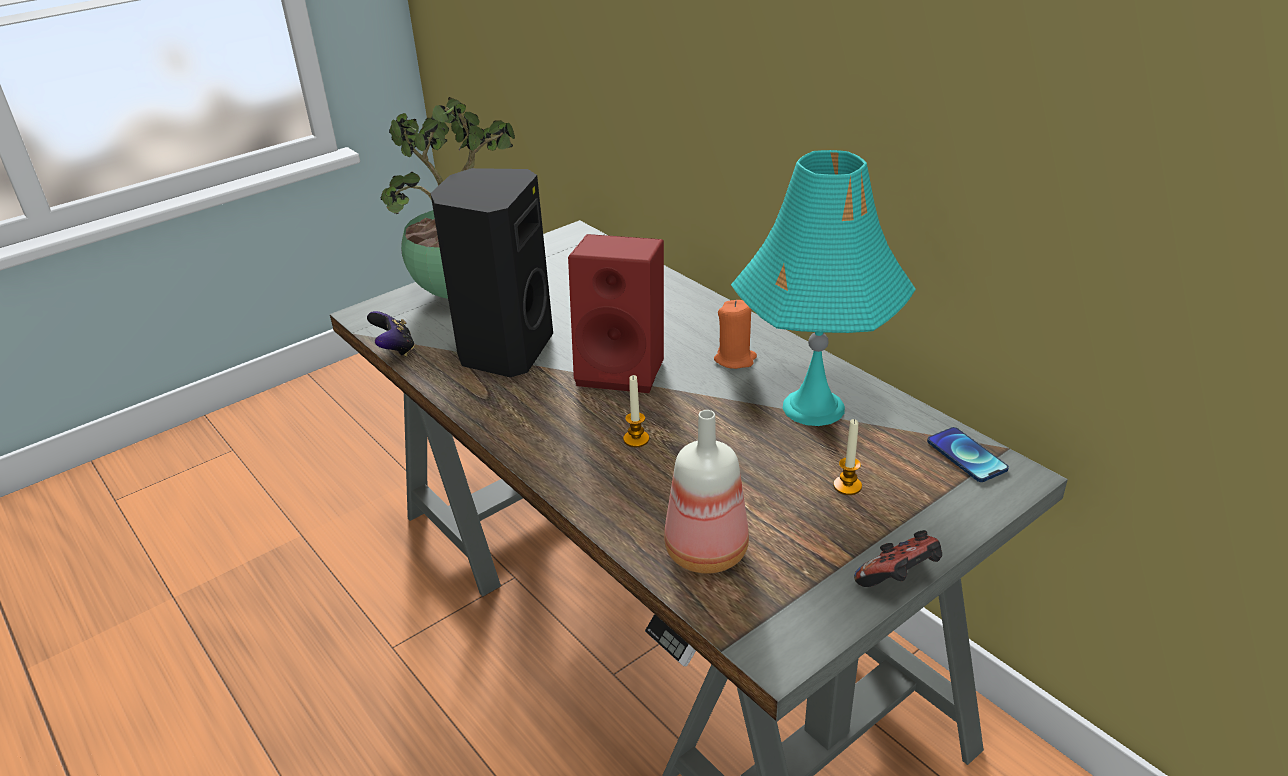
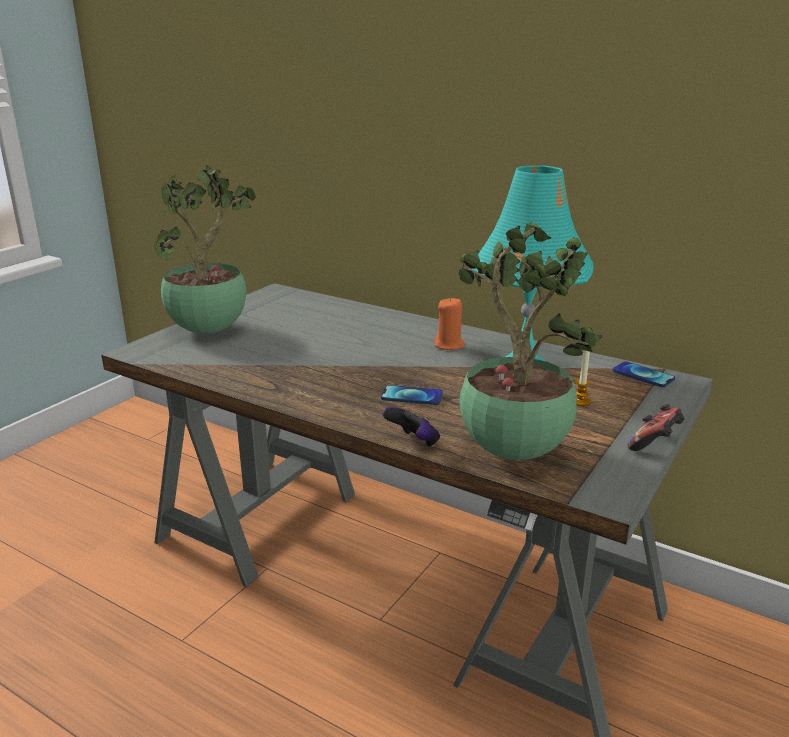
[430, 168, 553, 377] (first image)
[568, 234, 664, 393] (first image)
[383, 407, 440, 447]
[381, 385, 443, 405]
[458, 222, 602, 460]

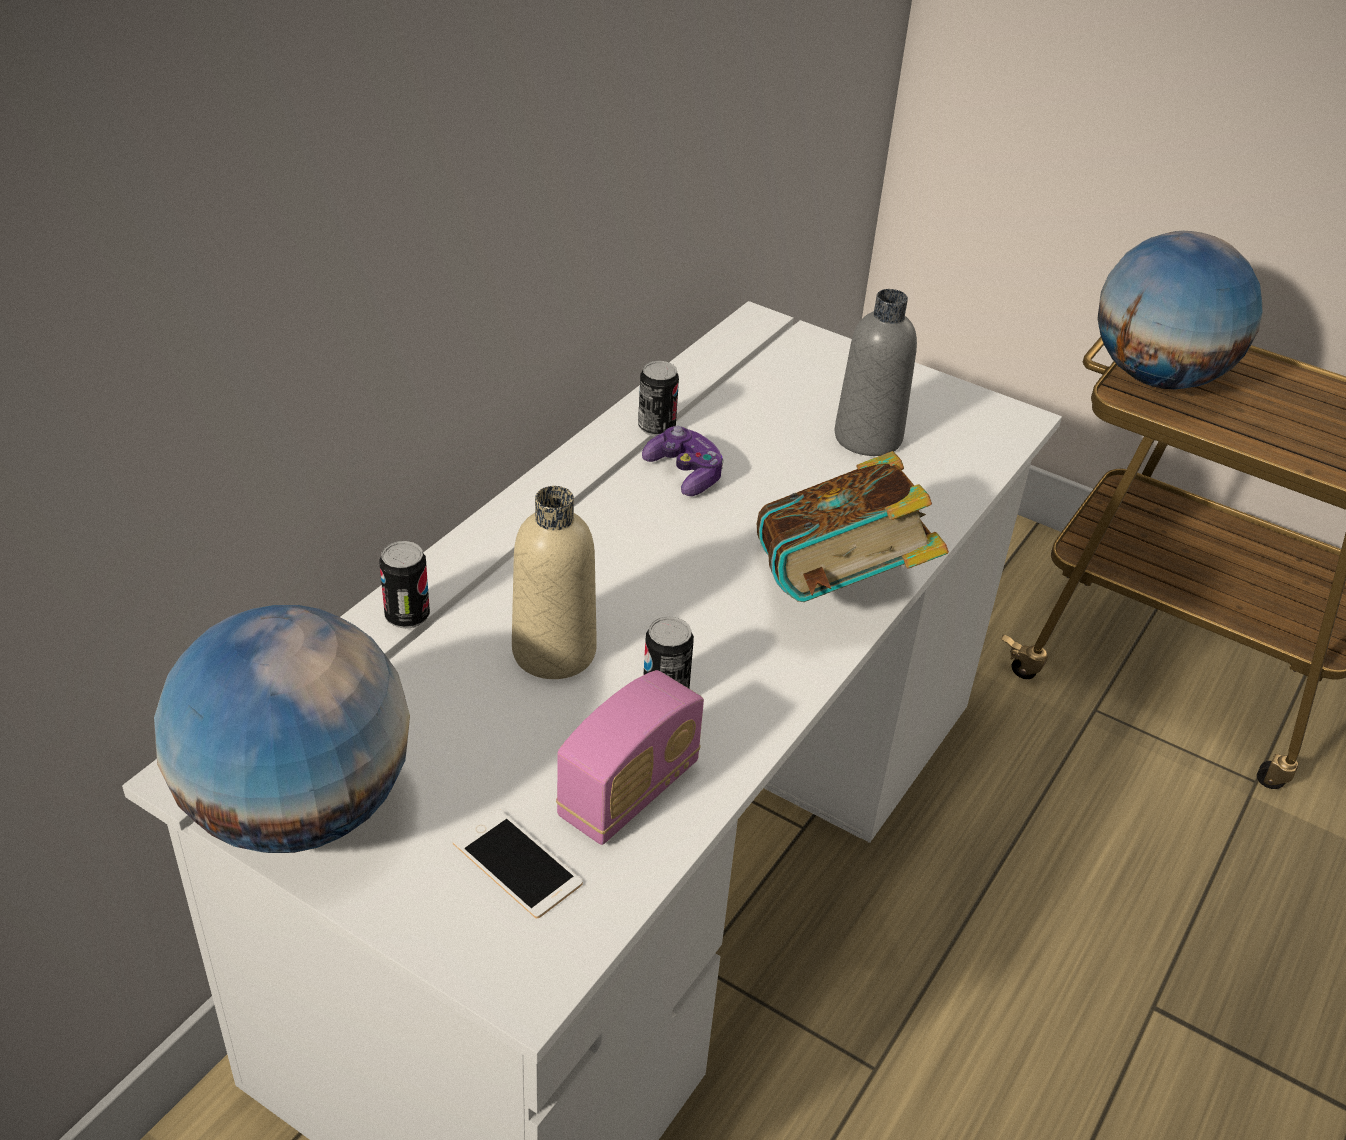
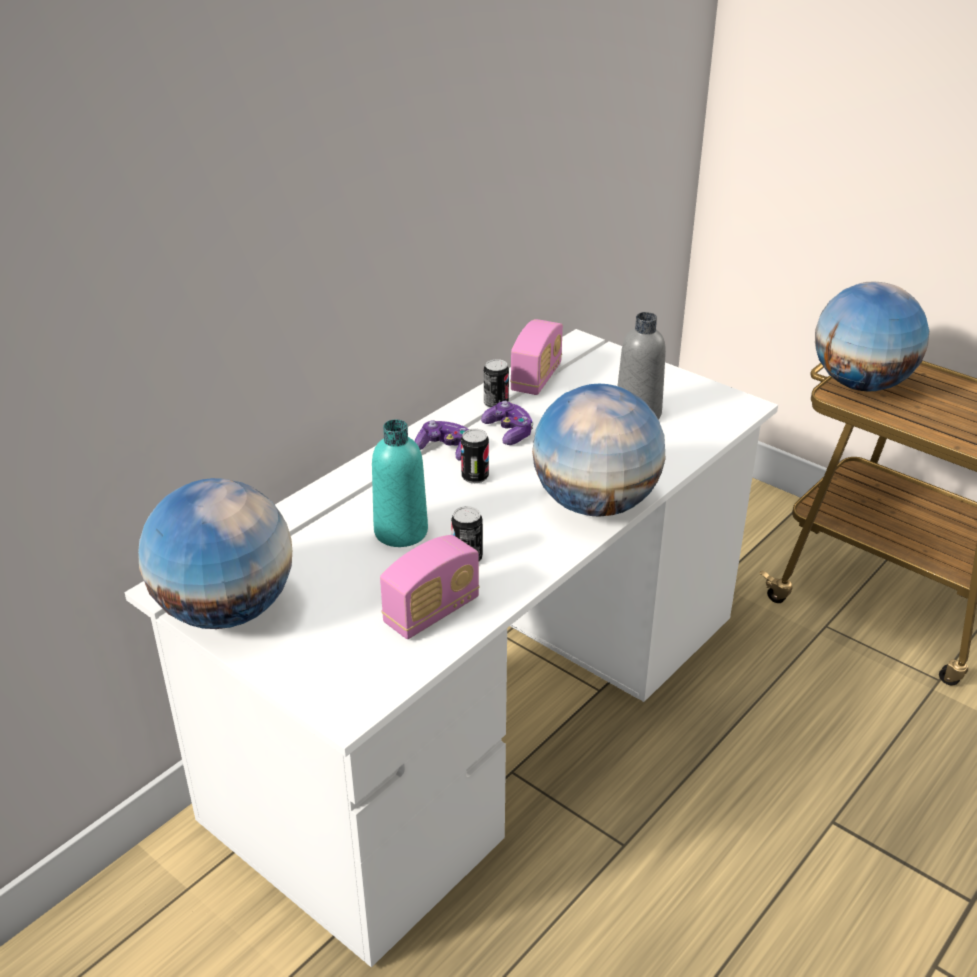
[532, 384, 665, 517]
[372, 419, 428, 547]
[461, 429, 489, 484]
[453, 809, 583, 918] (first image)
[510, 319, 563, 395]
[415, 420, 469, 460]

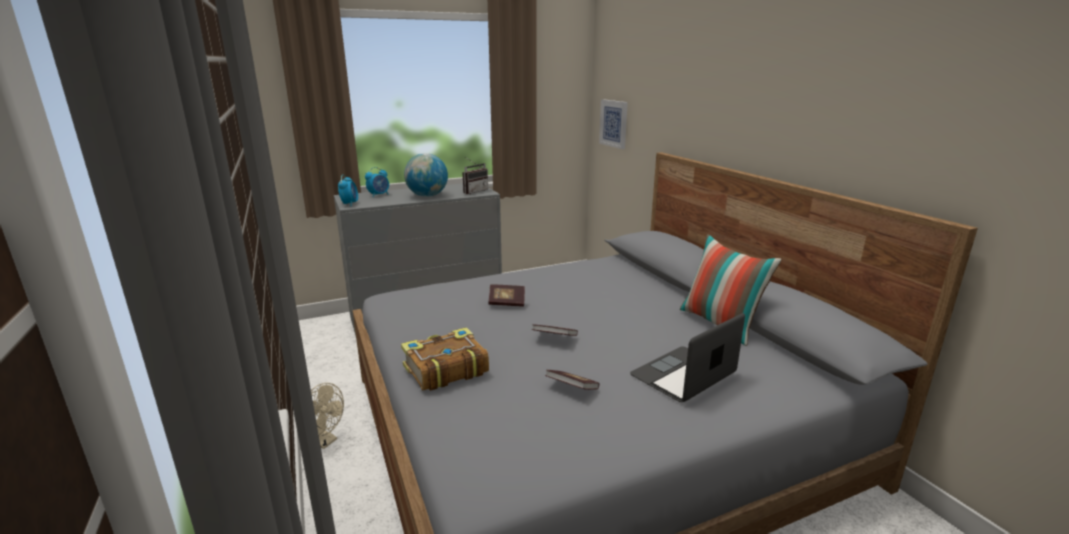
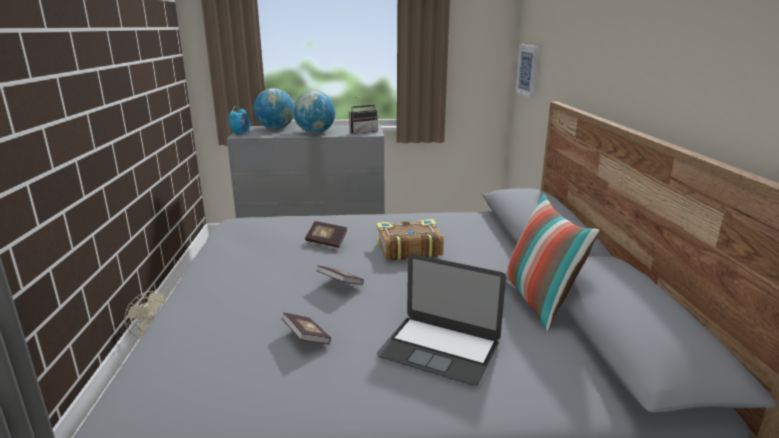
[254, 88, 294, 130]
[376, 254, 506, 386]
[376, 219, 444, 261]

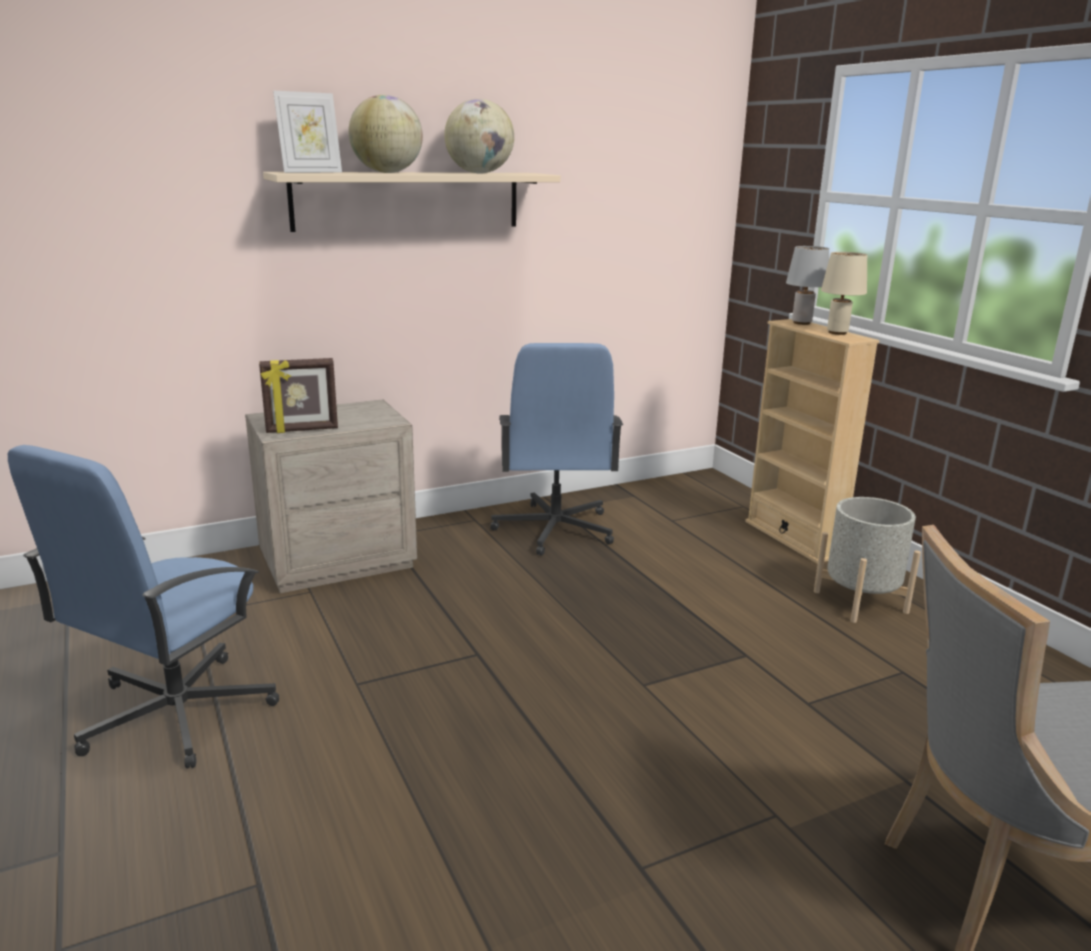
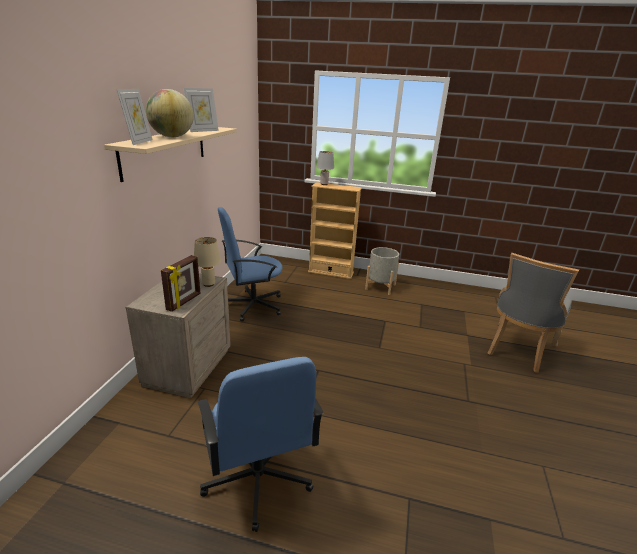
[184, 88, 219, 132]
[194, 237, 221, 287]
[218, 207, 283, 322]

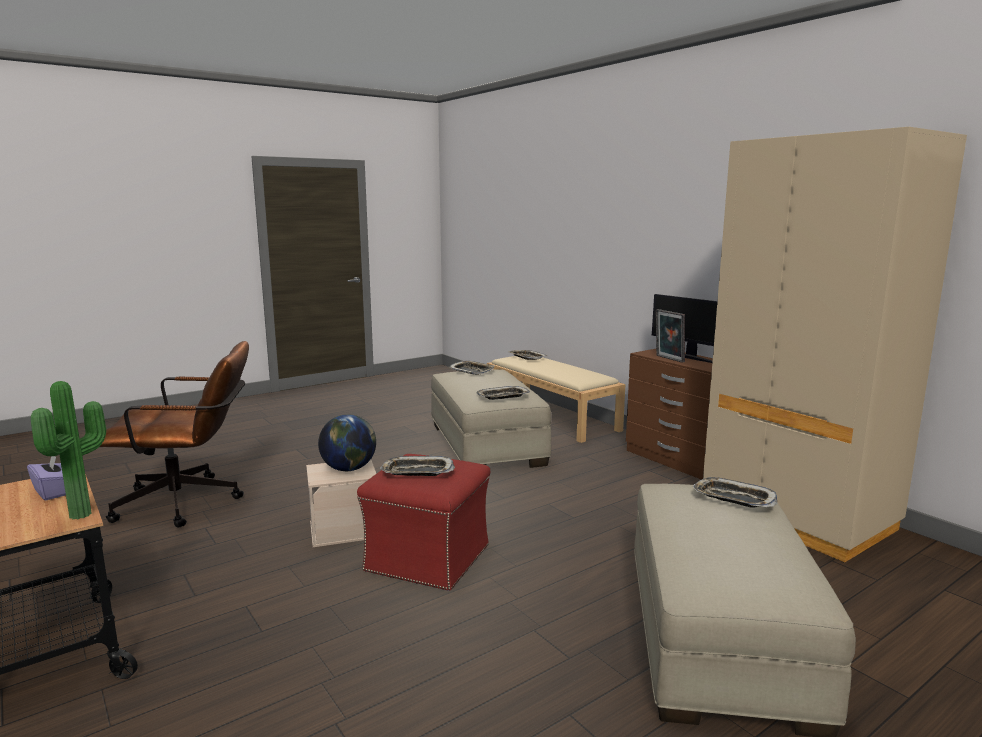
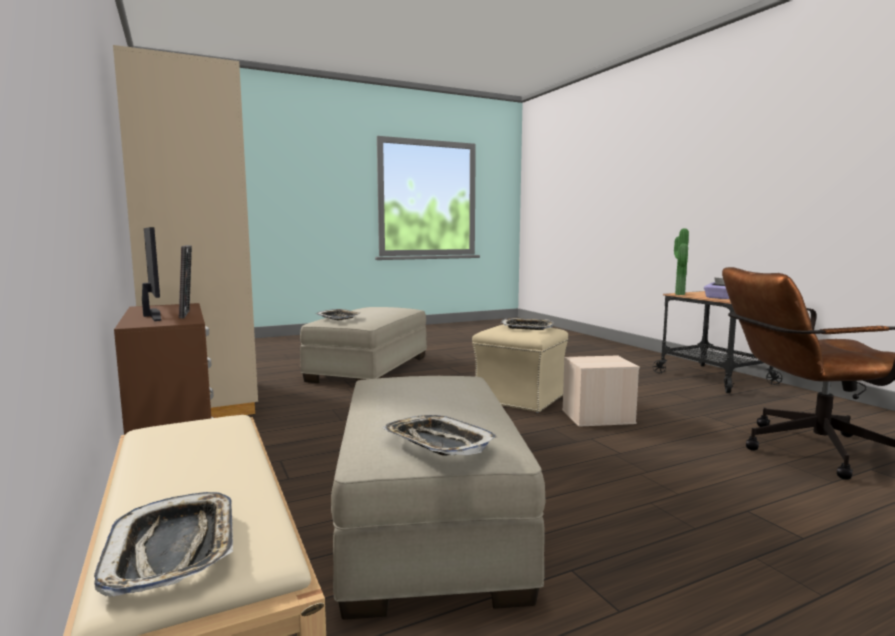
[477, 386, 530, 400] (first image)
[318, 414, 376, 471] (first image)
[472, 324, 568, 413]

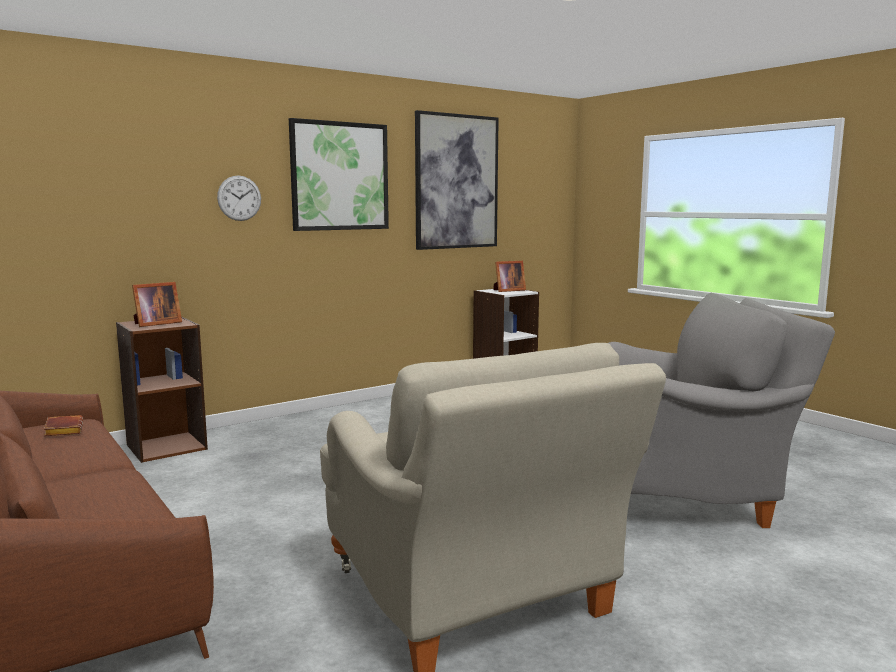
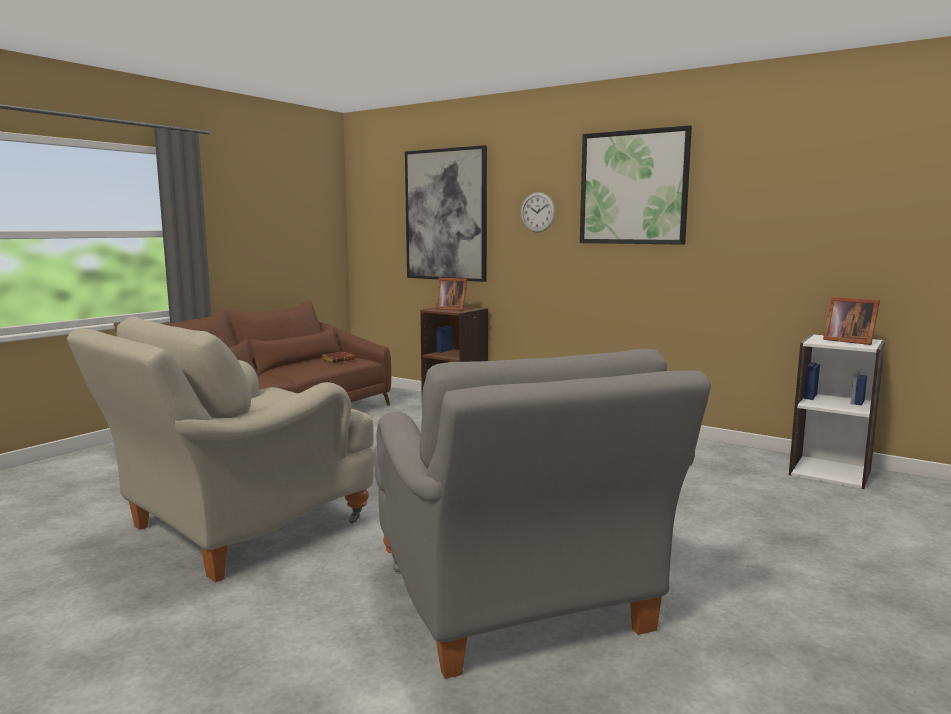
[405, 145, 487, 282]

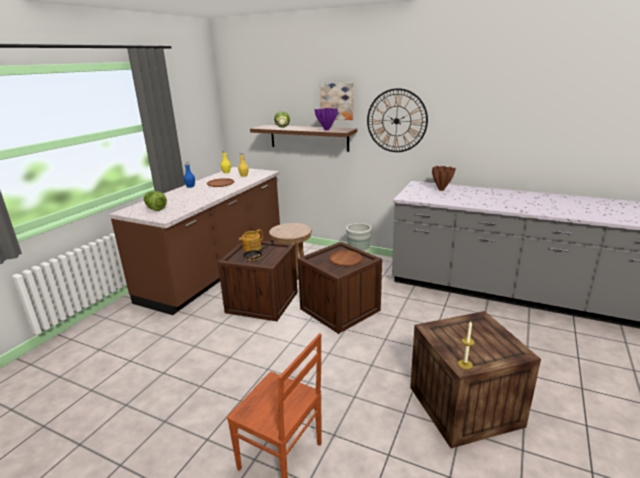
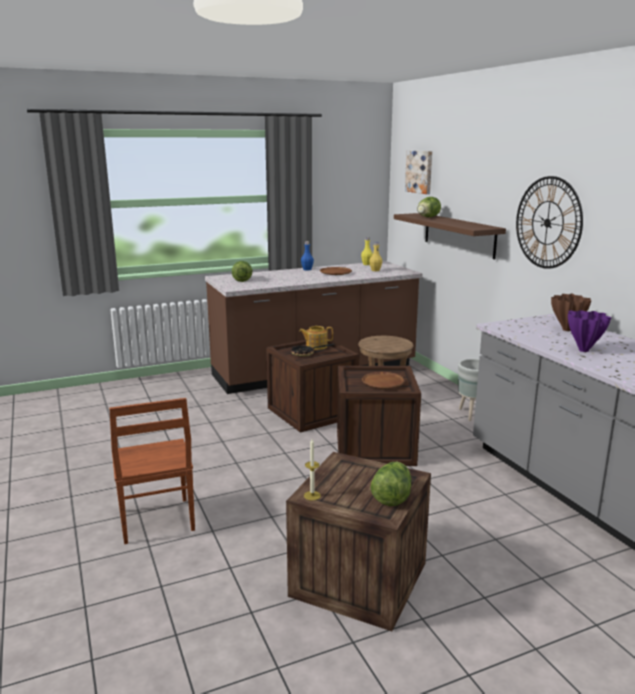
[405, 151, 432, 194]
[568, 310, 611, 352]
[370, 462, 411, 506]

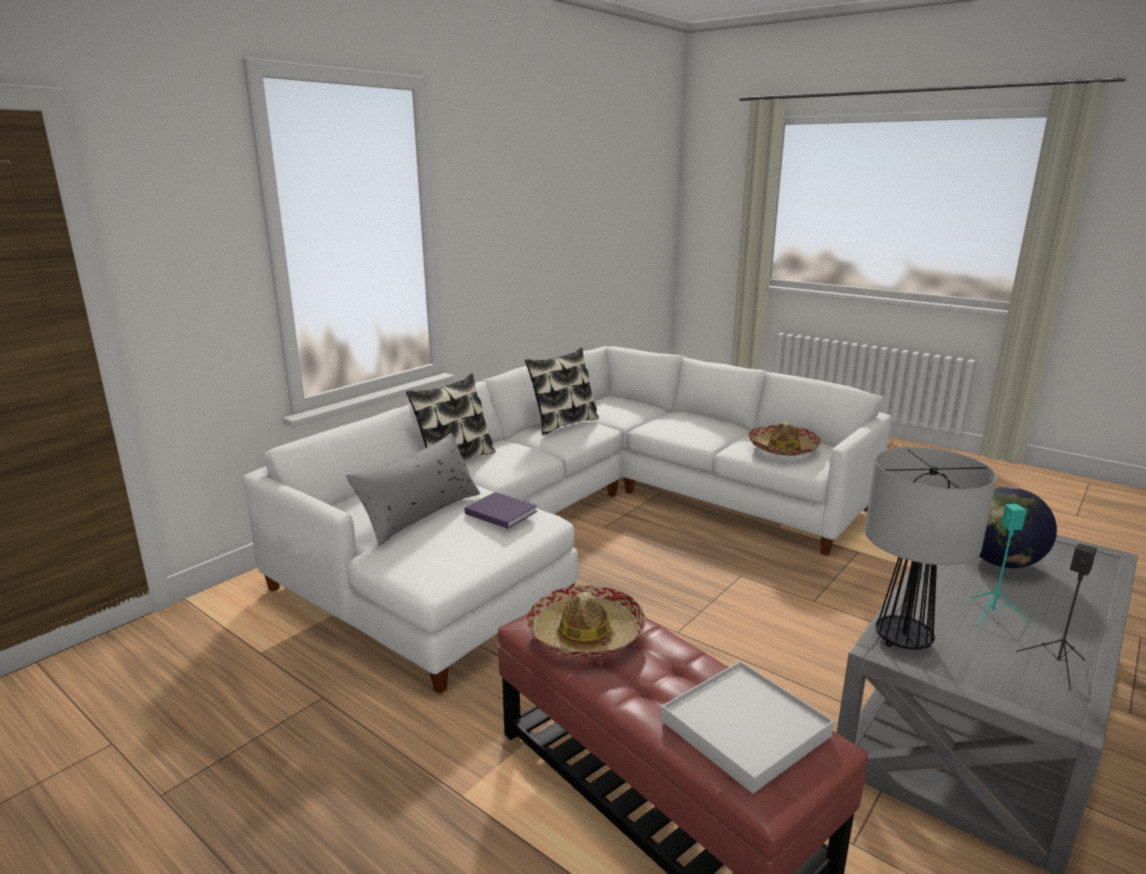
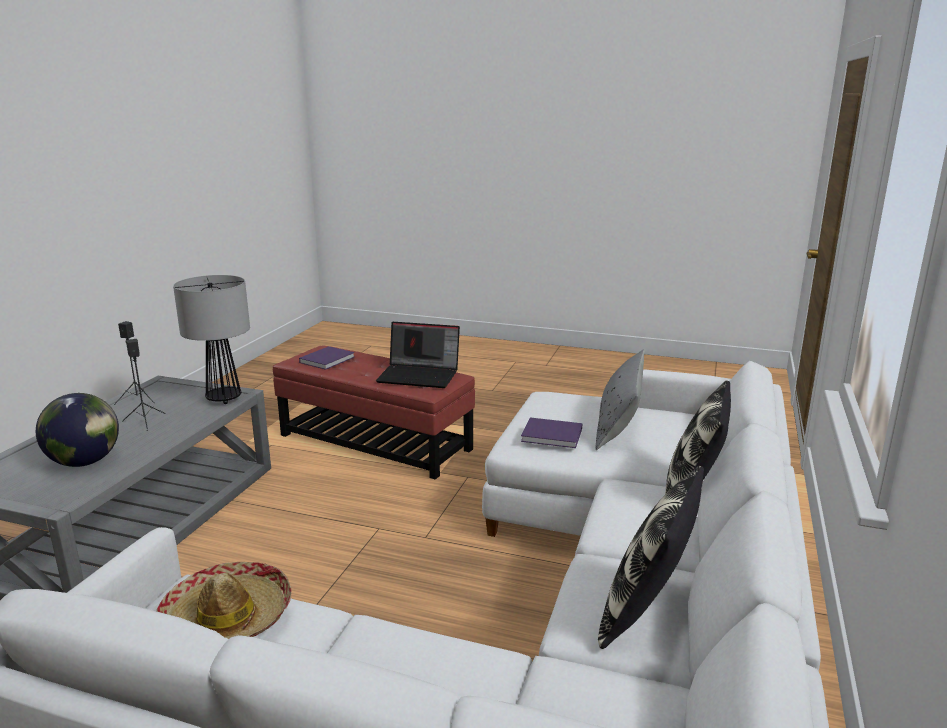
[122, 339, 166, 431]
[376, 322, 460, 388]
[299, 346, 355, 370]

